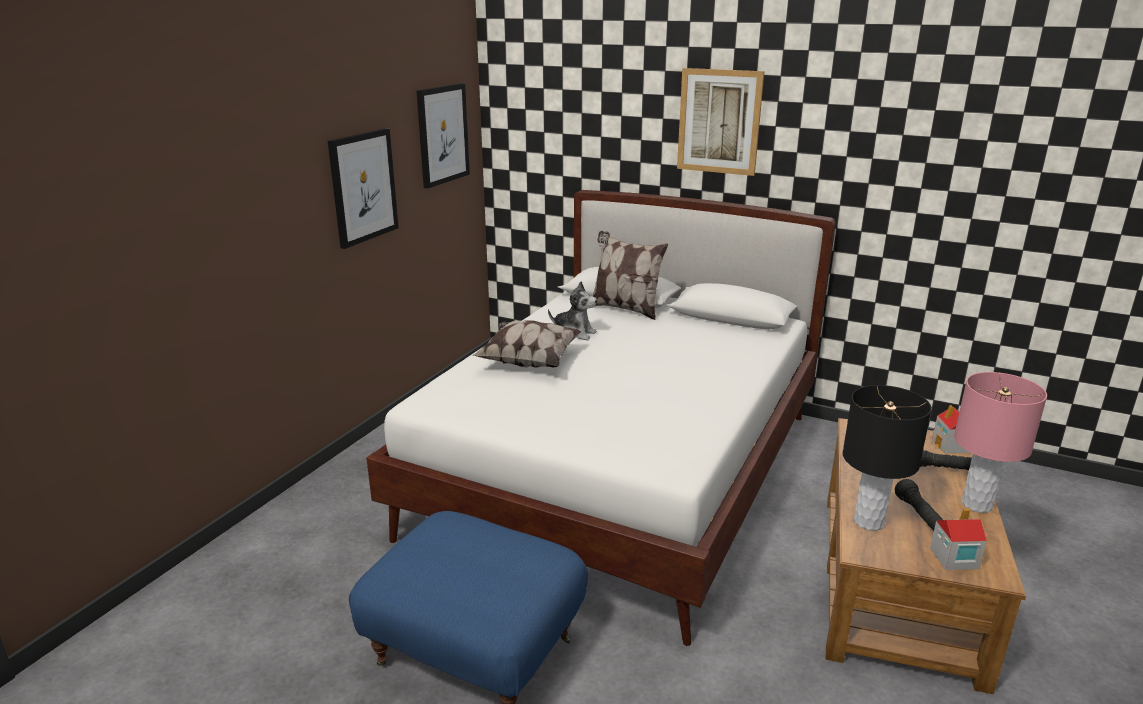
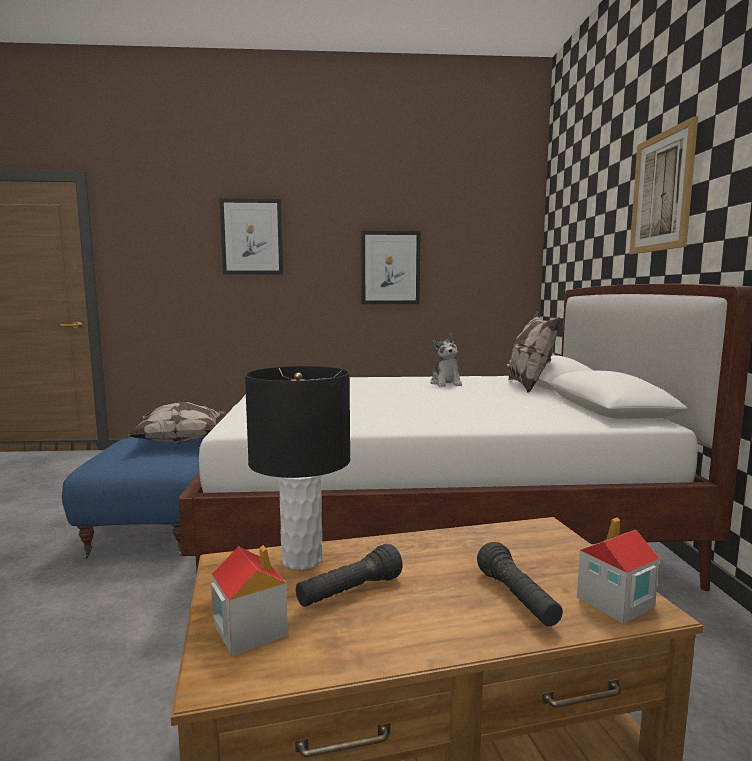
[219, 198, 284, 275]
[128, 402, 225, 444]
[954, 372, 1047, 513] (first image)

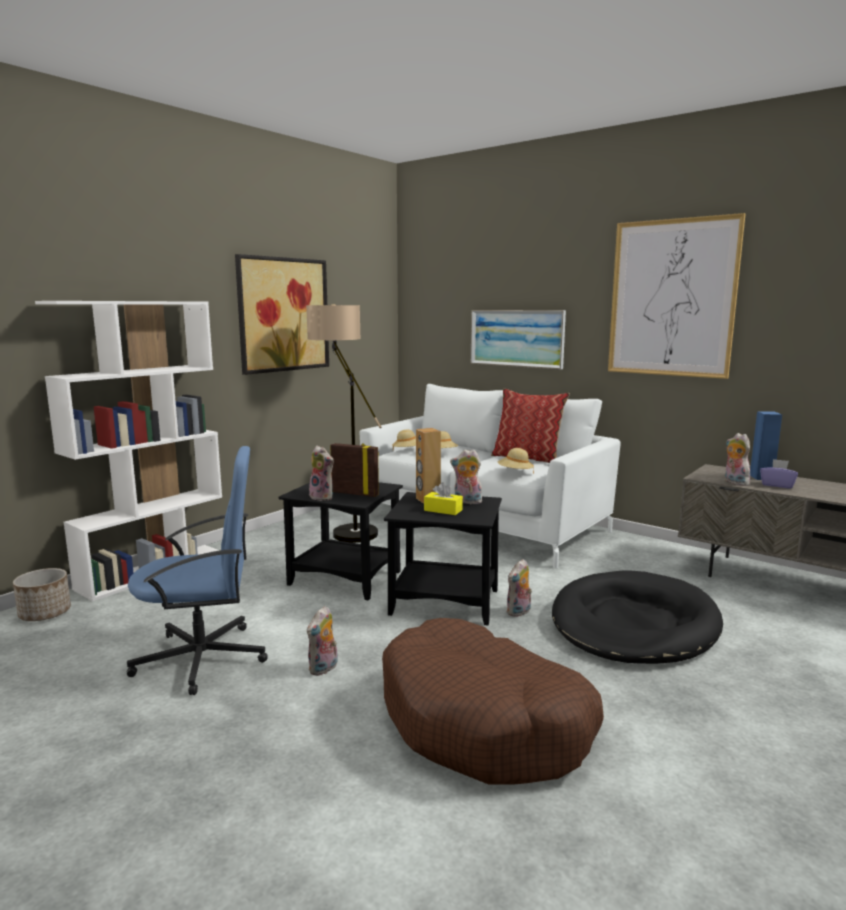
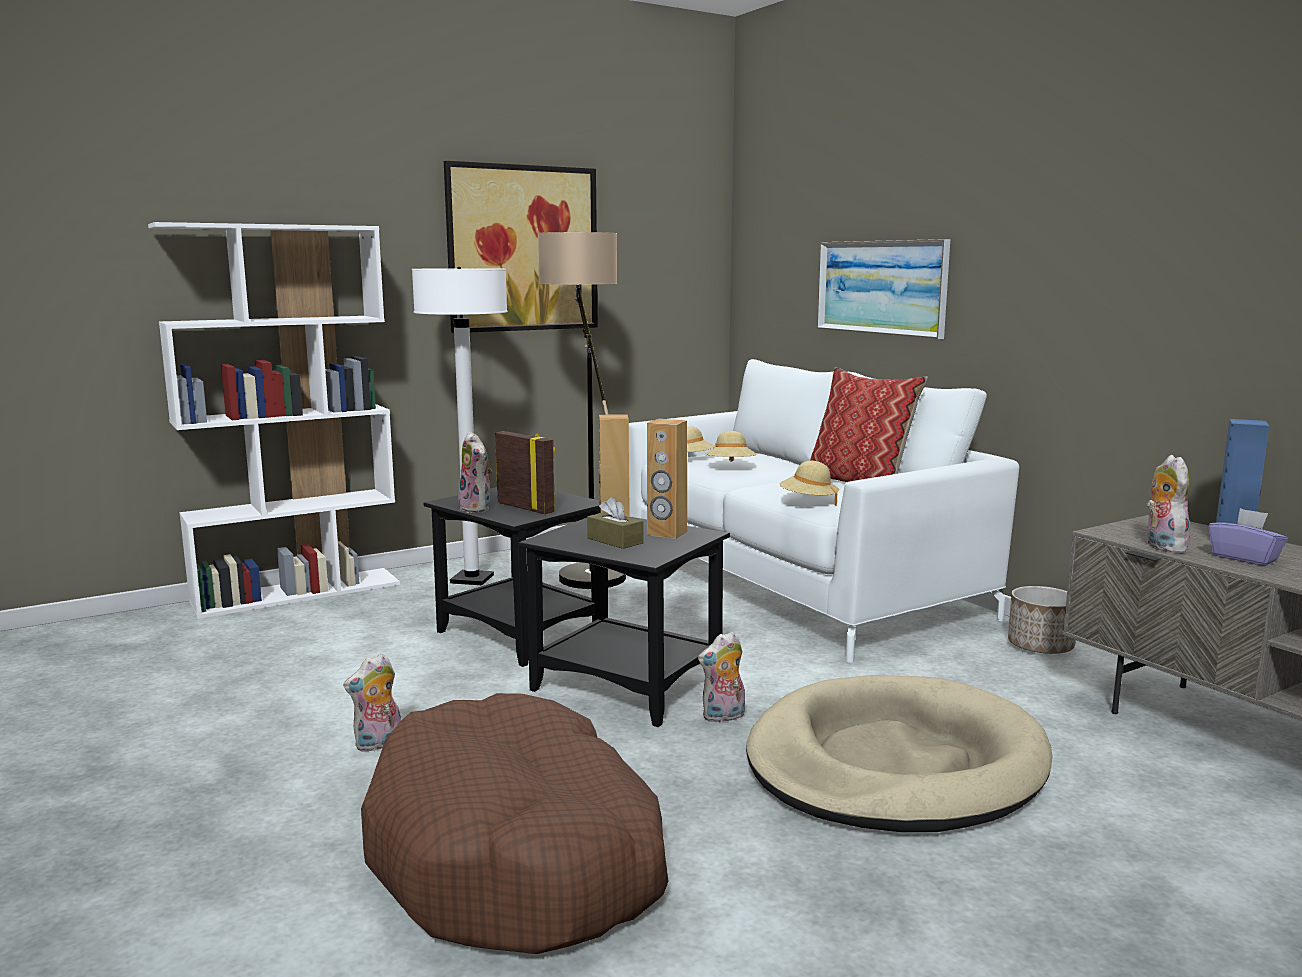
[608, 213, 746, 379] (first image)
[127, 446, 268, 695] (first image)
[647, 419, 687, 539]
[587, 497, 643, 549]
[1008, 586, 1076, 654]
[746, 675, 1052, 832]
[412, 267, 508, 585]

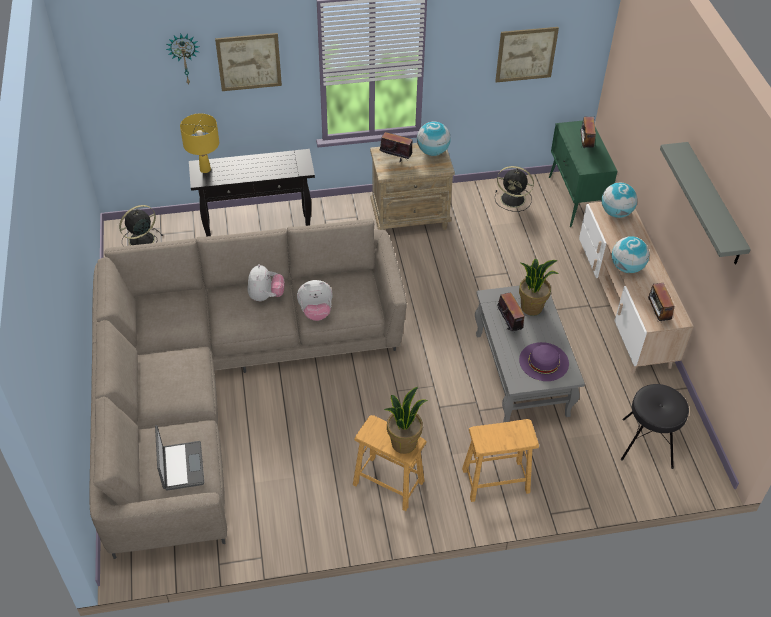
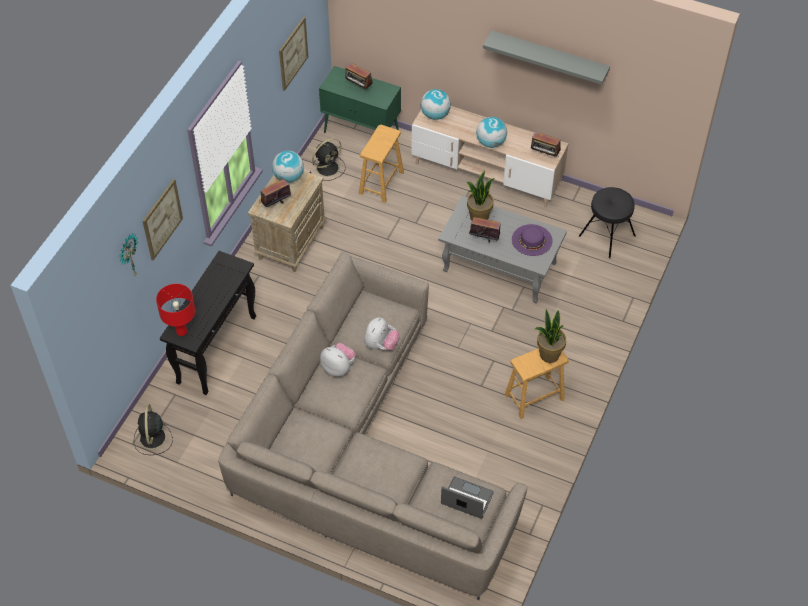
[156, 284, 195, 336]
[359, 125, 404, 203]

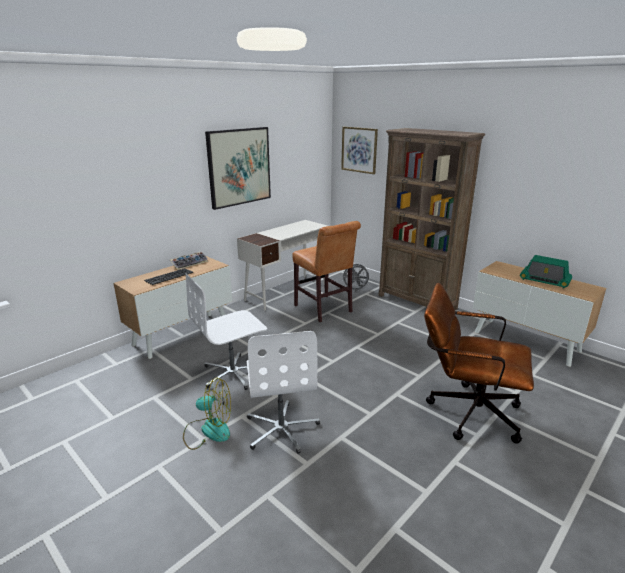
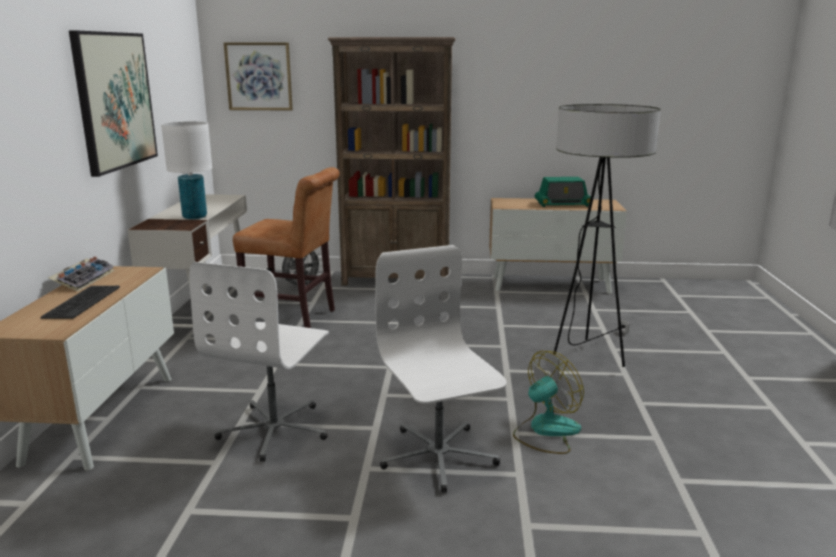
[553, 104, 661, 367]
[376, 245, 507, 493]
[513, 351, 584, 454]
[161, 121, 212, 219]

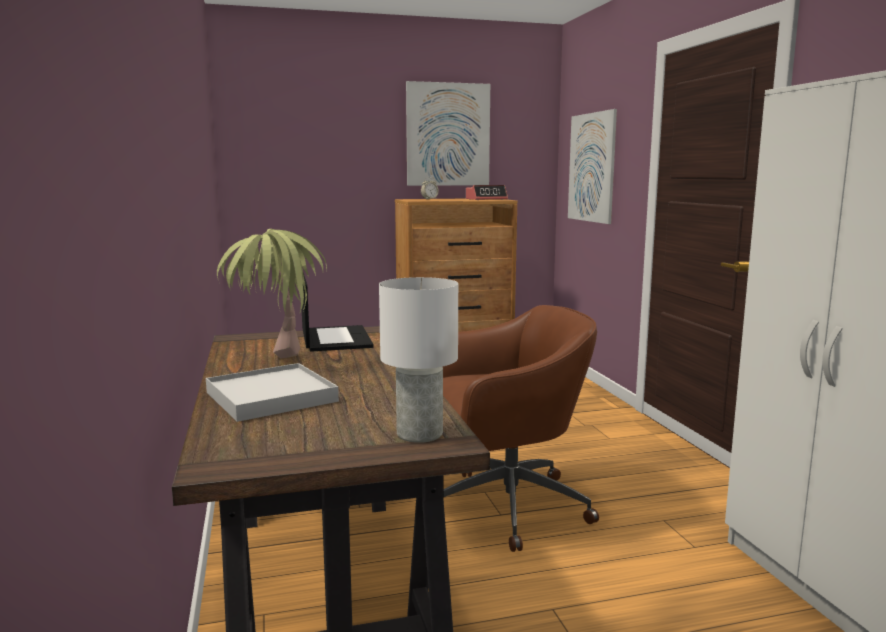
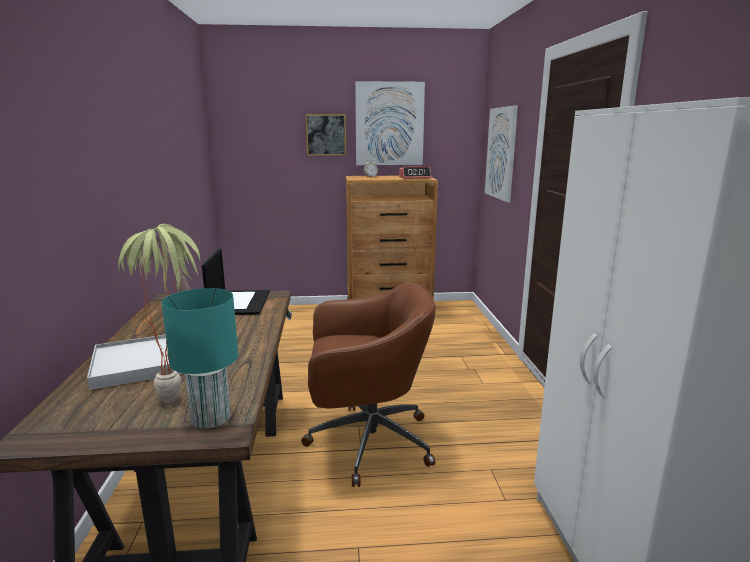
[161, 288, 238, 429]
[306, 114, 346, 155]
[140, 248, 182, 403]

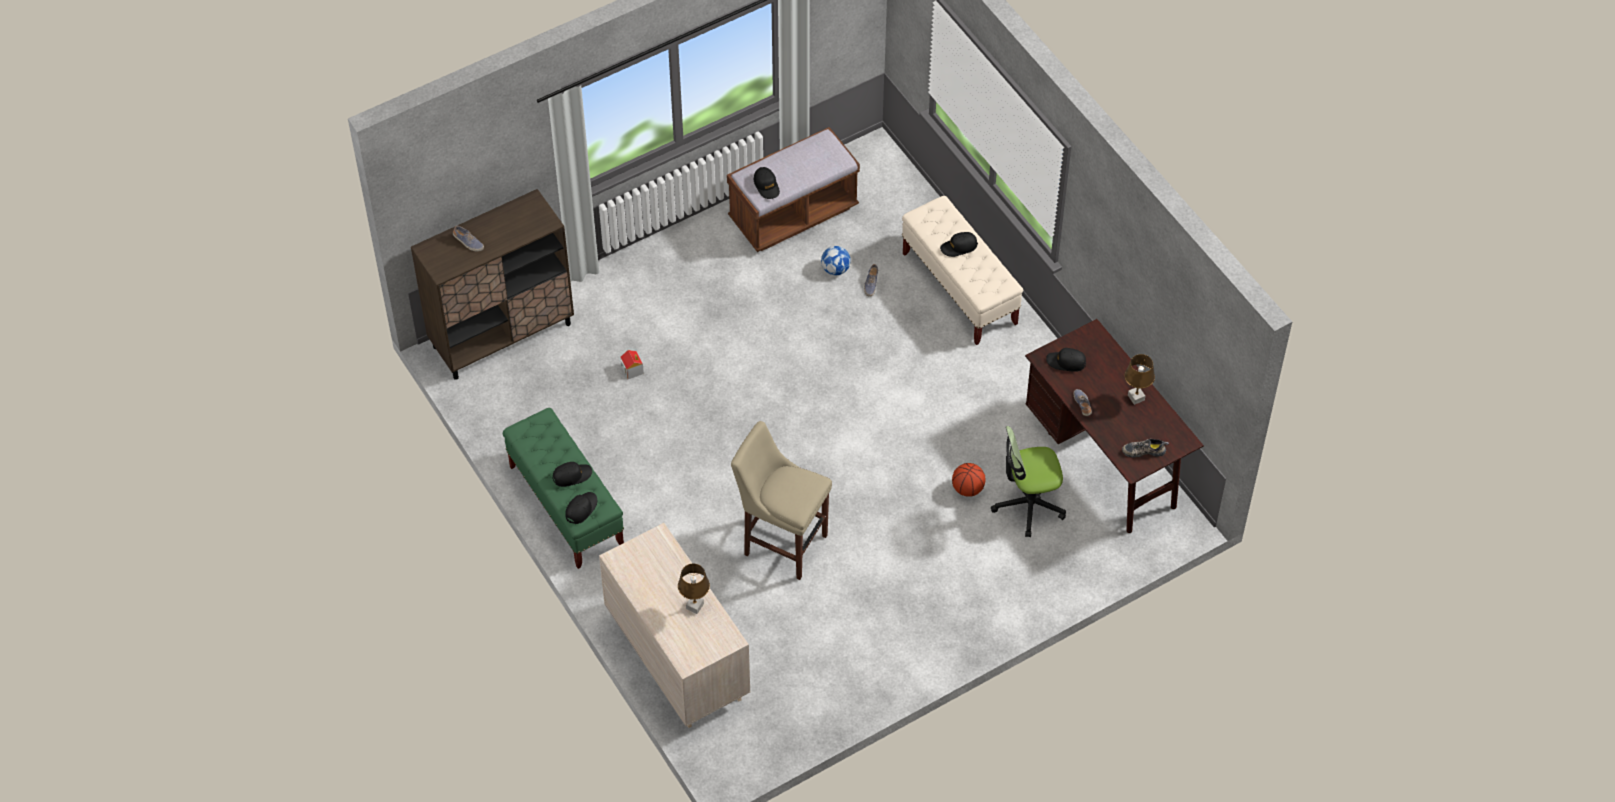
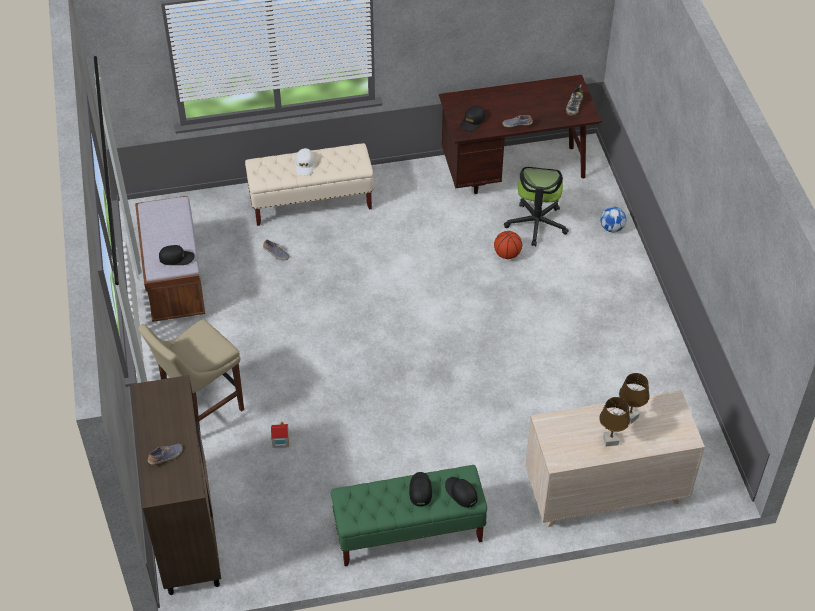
[295, 148, 315, 175]
[600, 207, 626, 232]
[599, 397, 630, 446]
[138, 319, 244, 435]

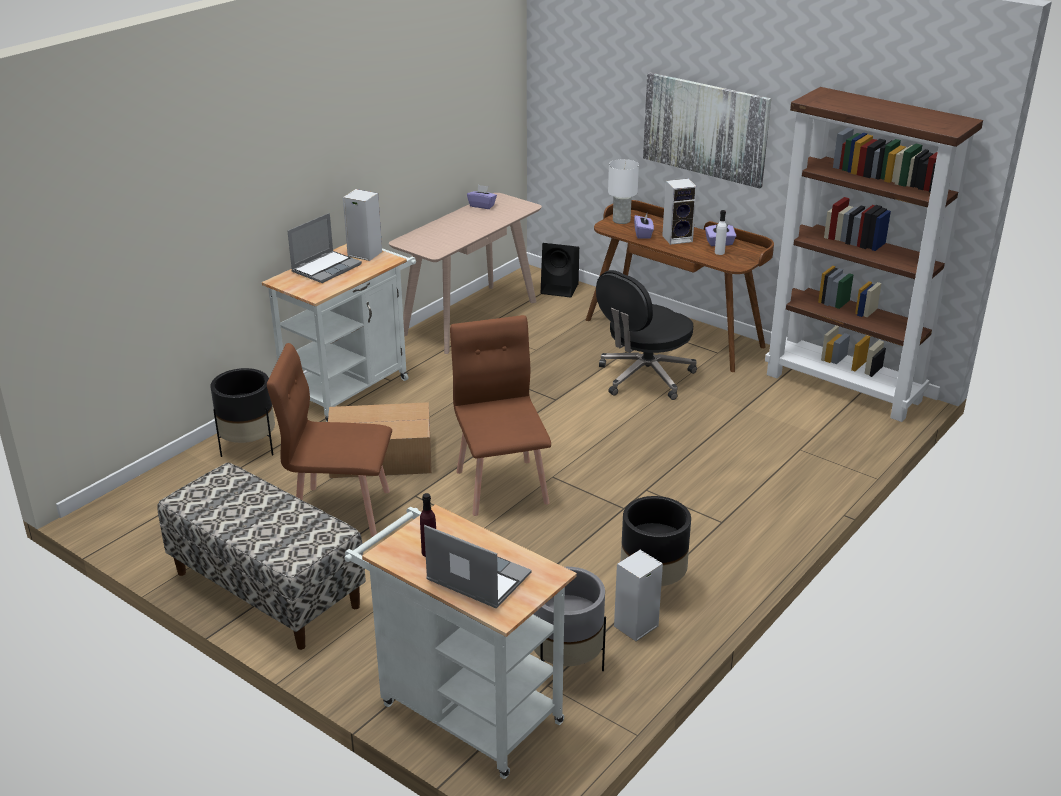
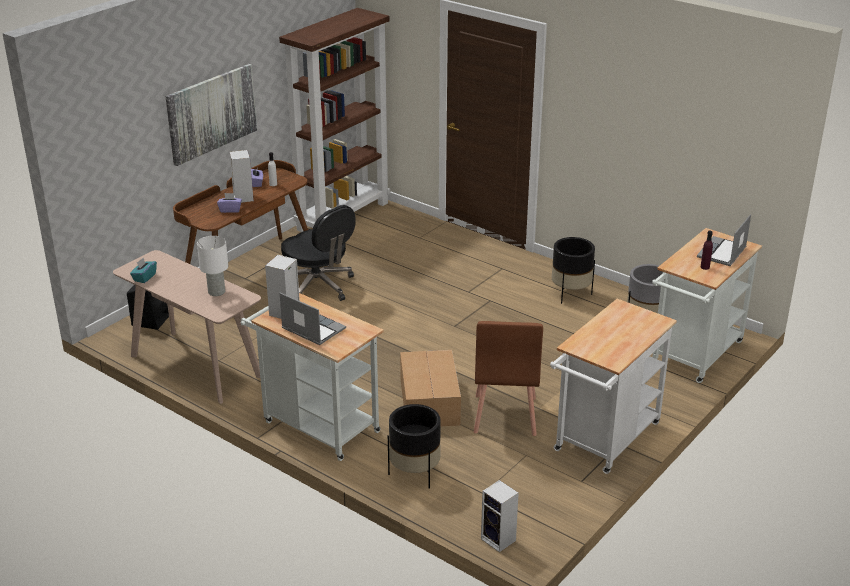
[197, 236, 228, 296]
[130, 258, 157, 283]
[450, 315, 551, 516] (first image)
[550, 299, 677, 474]
[481, 480, 519, 552]

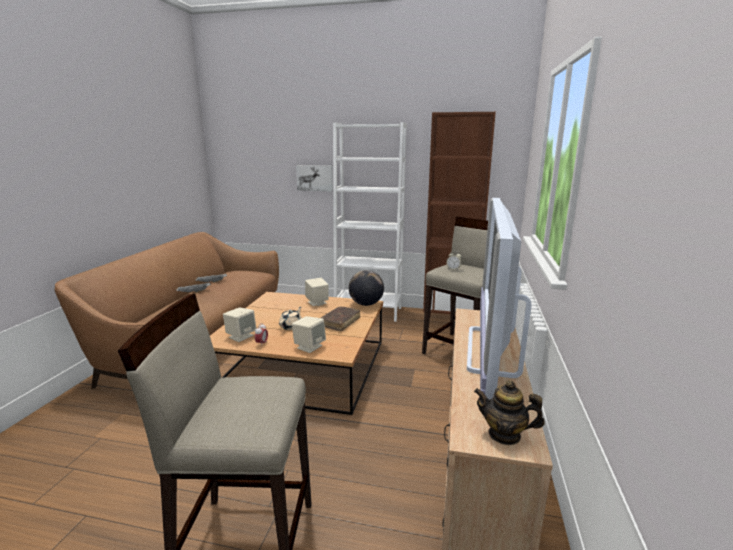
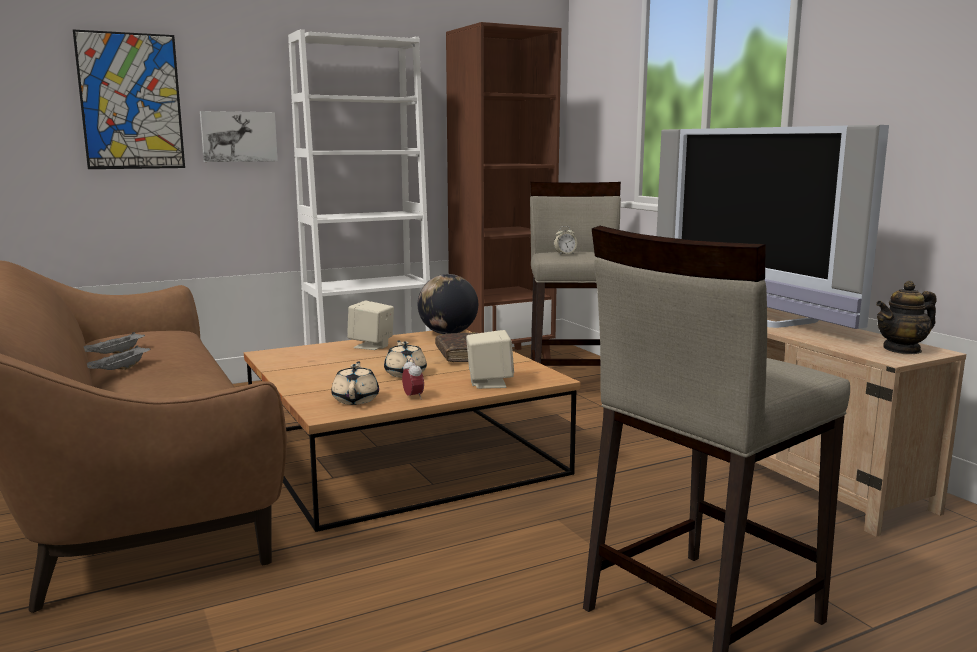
[331, 361, 379, 405]
[73, 29, 185, 169]

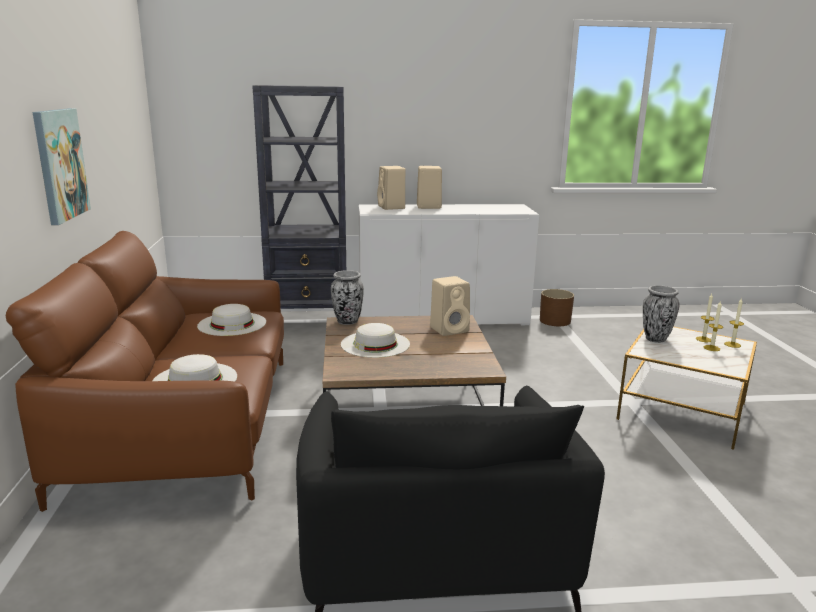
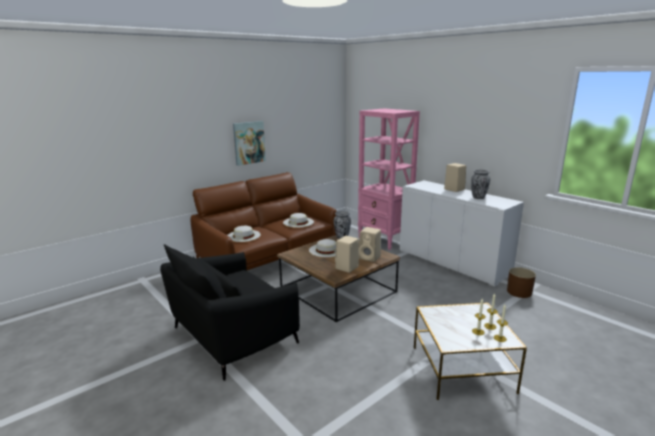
[358, 108, 420, 250]
[335, 236, 359, 273]
[471, 170, 490, 199]

